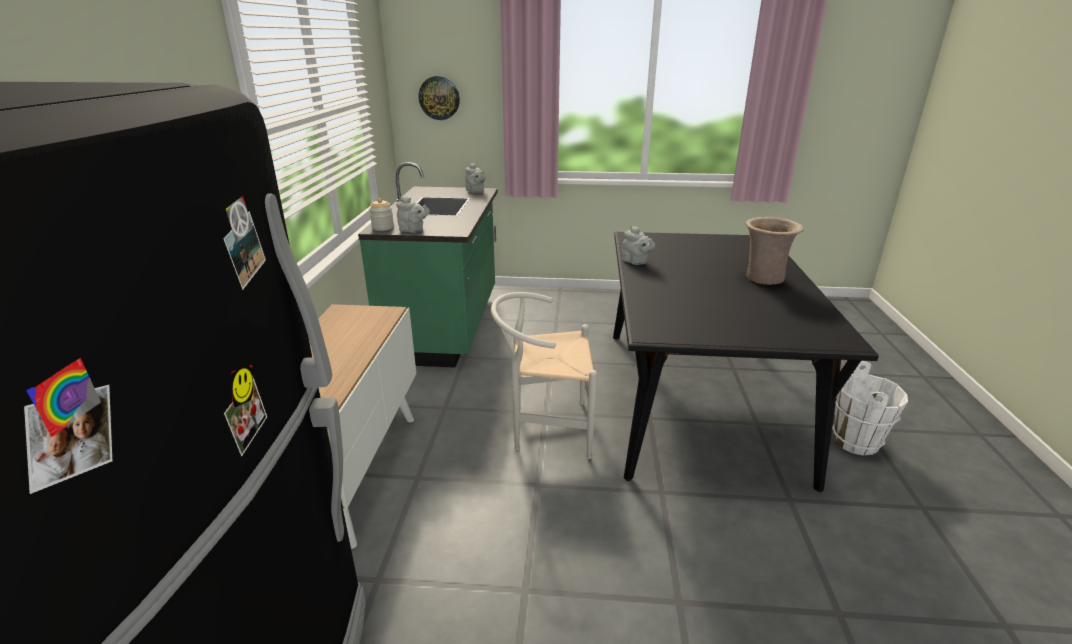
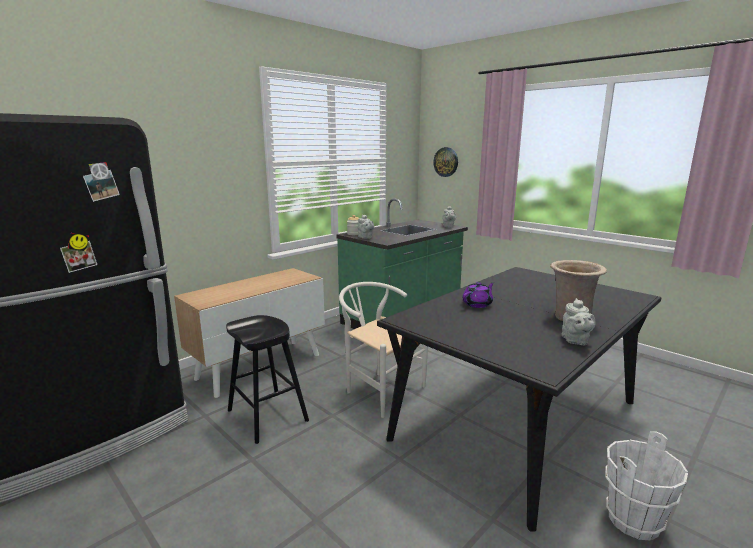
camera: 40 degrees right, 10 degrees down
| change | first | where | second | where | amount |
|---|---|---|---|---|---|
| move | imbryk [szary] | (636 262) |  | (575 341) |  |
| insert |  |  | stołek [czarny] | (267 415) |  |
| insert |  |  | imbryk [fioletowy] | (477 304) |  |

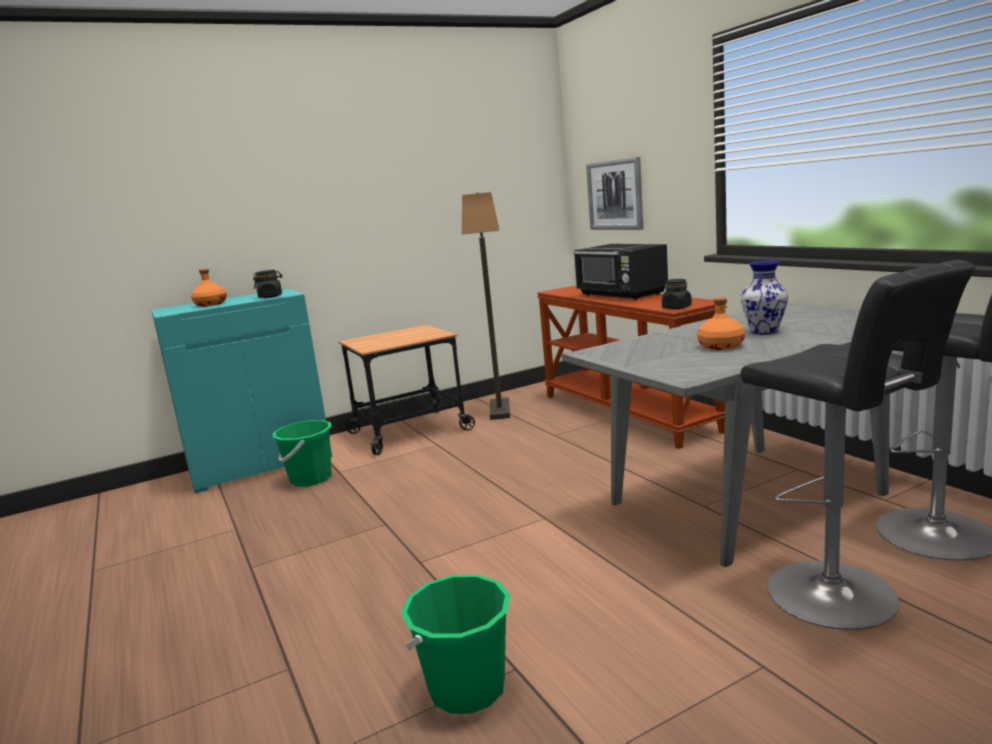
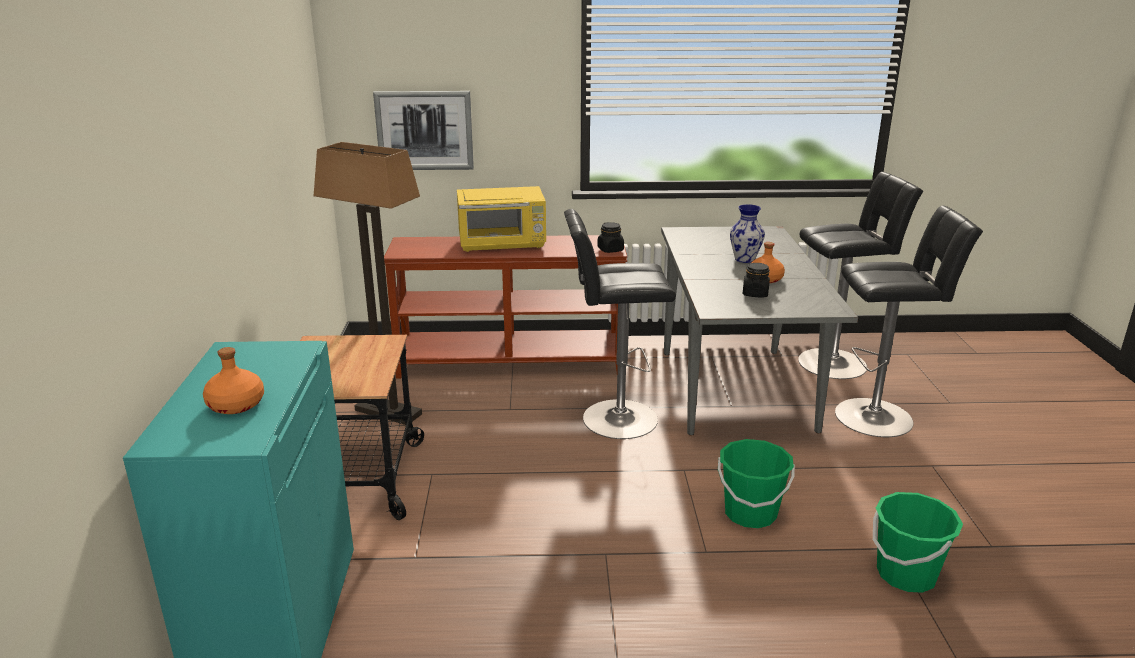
camera: 65 degrees left, 10 degrees up
| change | first | where | second | where | amount |
|---|---|---|---|---|---|
| move | słoik [czarny] | (270 296) |  | (755 293) |  |
| move | wiadro [zielony] | (311 478) |  | (750 513) |  |
| recolor | mikrofalówka [czarny] | (621 295) | mikrofalówka [żółty] | (503 244) |  |
| insert |  |  | stołek [czarny] | (614 419) |  |

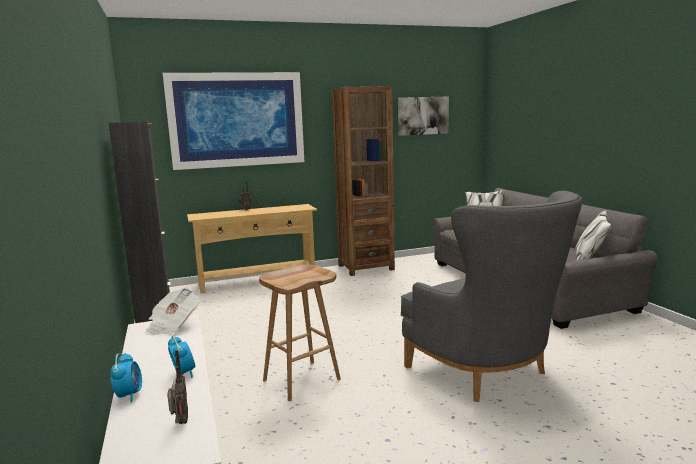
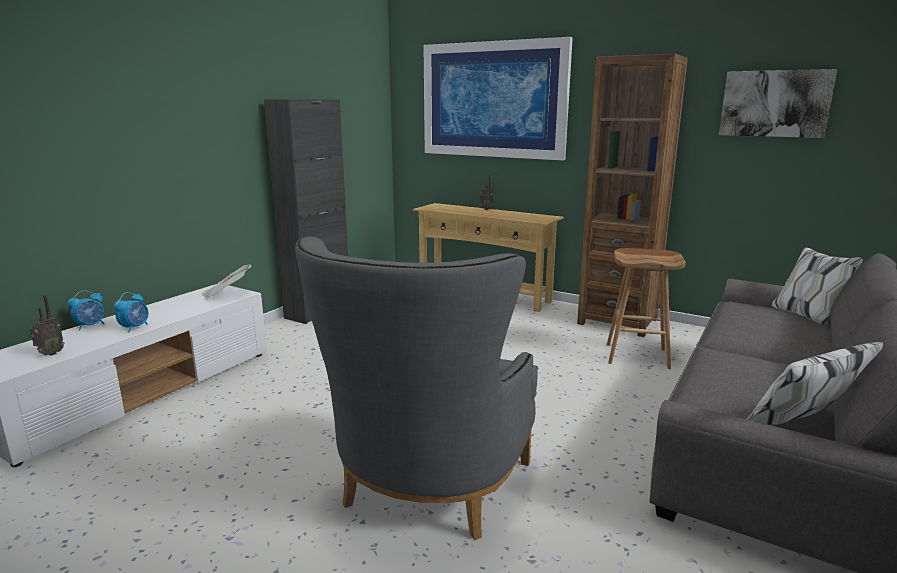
camera: 50 degrees right, 5 degrees up
| change | first | where | second | where | amount |
|---|---|---|---|---|---|
| move | stołek [brązowy] | (302 379) |  | (638 356) |  |

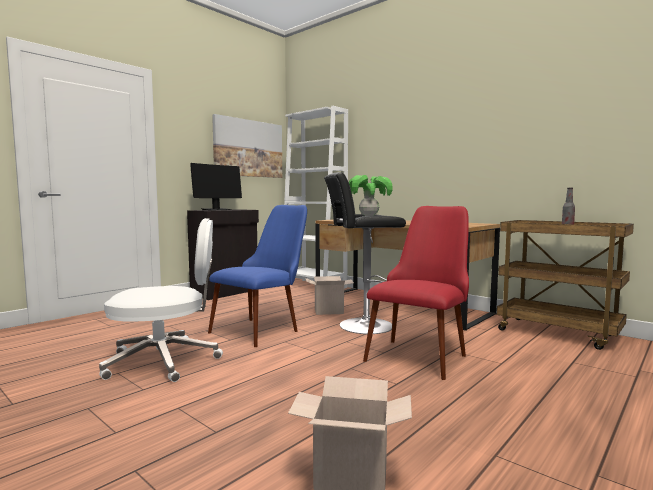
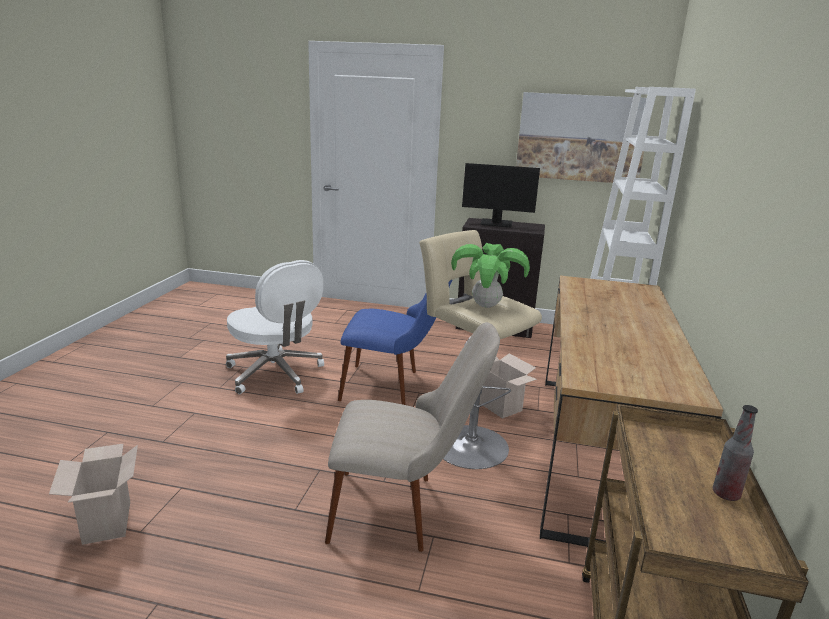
camera: 60 degrees right, 15 degrees up
| change | first | where | second | where | amount |
|---|---|---|---|---|---|
| recolor | stołek [czarny] | (362 326) | stołek [beżowy] | (466 443) |  |
| recolor | krzesło [czerwony] | (421 353) | krzesło [beżowy] | (403 510) |  |

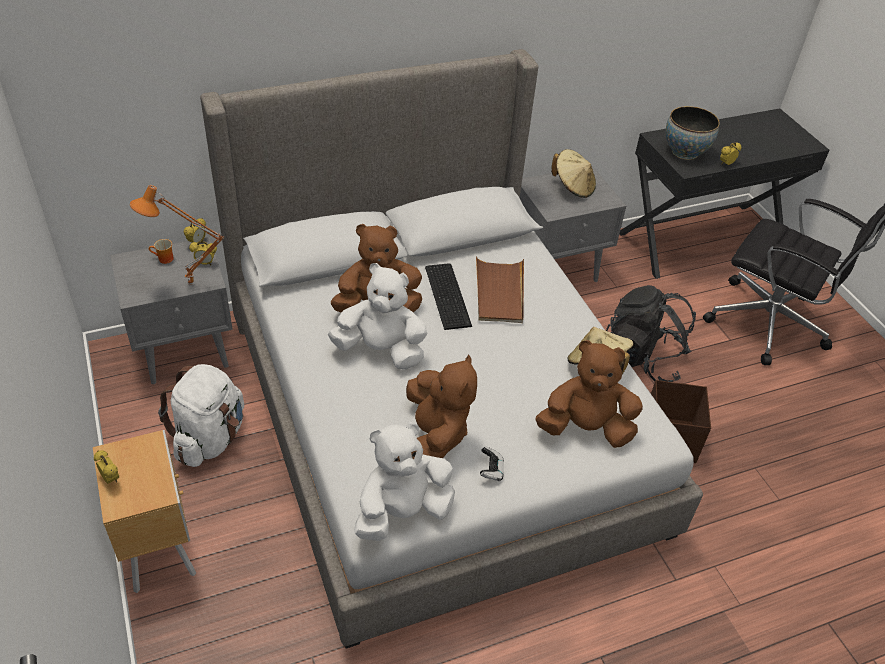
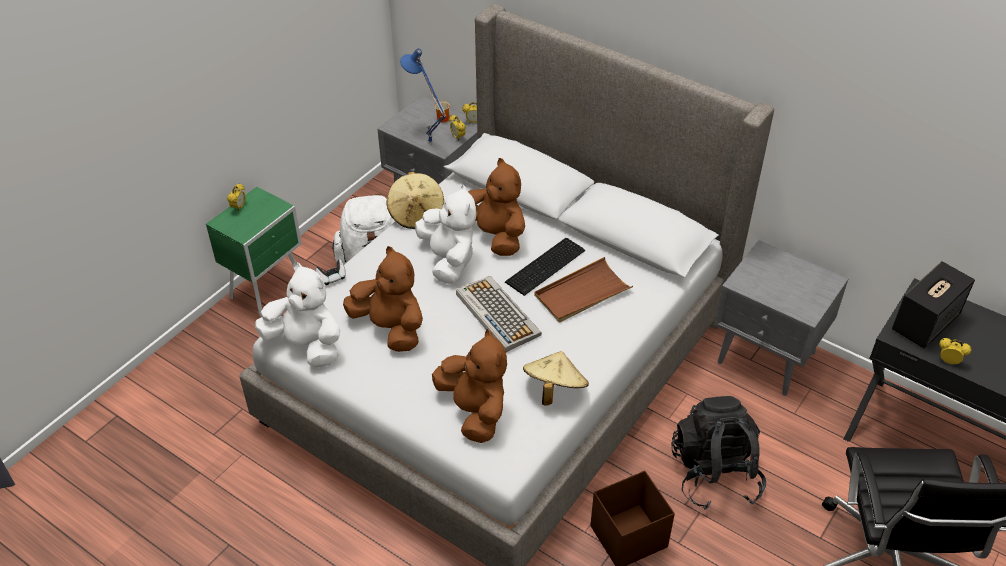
camera: 60 degrees right, 0 degrees up
| change | first | where | second | where | amount |
|---|---|---|---|---|---|
| recolor | szafka nocna [brązowy] | (160 548) | szafka nocna [zielony] | (269 289) |  |
| recolor | lampa stołowa [pomarańczowy] | (190 286) | lampa stołowa [niebieski] | (428 143) |  |
| rotate | pluszak [brązowy] | (435 435) |  | (390 328) | 105 degrees counterclockwise |
| move | pad do gier | (491 470) |  | (332 277) |  |
| move | kapelusz [beżowy] | (573 187) |  | (416 214) |  |
| replace | miska | (685 152) | głośnik | (925 322) |  |
| insert |  |  | klawiatura | (496 314) |  |

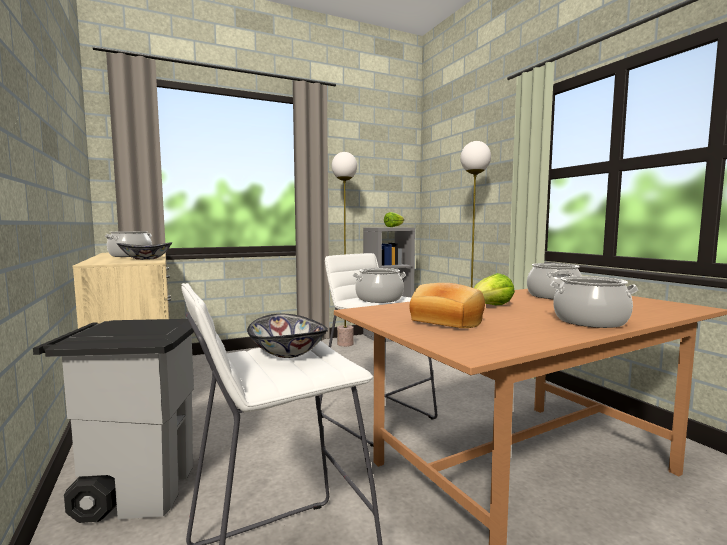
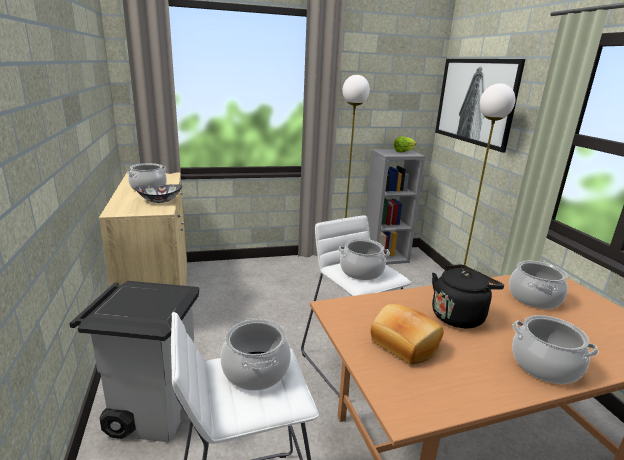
camera: 10 degrees right, 15 degrees up
| change | first | where | second | where | amount |
|---|---|---|---|---|---|
| replace | miska | (287 353) | garnek | (255 371) |  |
| replace | sałata | (491 307) | czajnik [czarny] | (459 316) |  |
| insert |  |  | obraz | (475 101) |  |

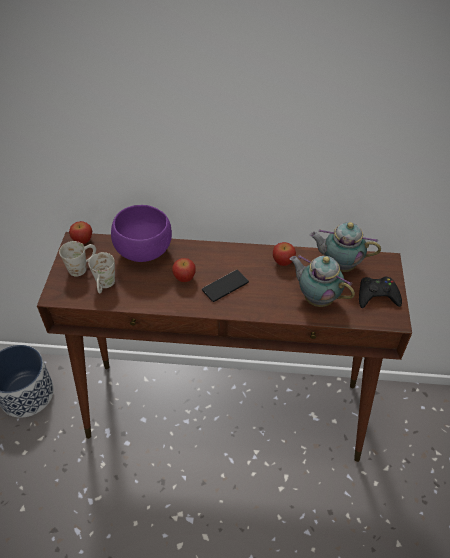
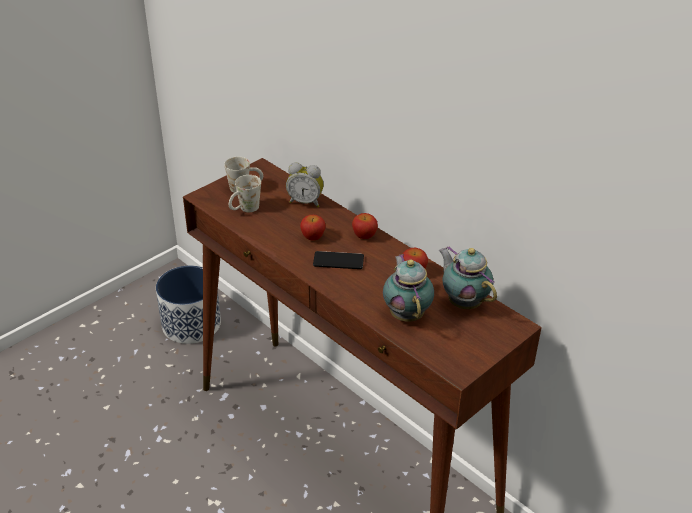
camera: 40 degrees right, 10 degrees down
| change | first | where | second | where | amount |
|---|---|---|---|---|---|
| move | jabłko | (83 240) |  | (364 236) |  |
| replace | miska [fioletowy] | (145 251) | budzik | (305 202) |  |
| delete | pad do gier [czarny] | (377 295) |  |  |  |

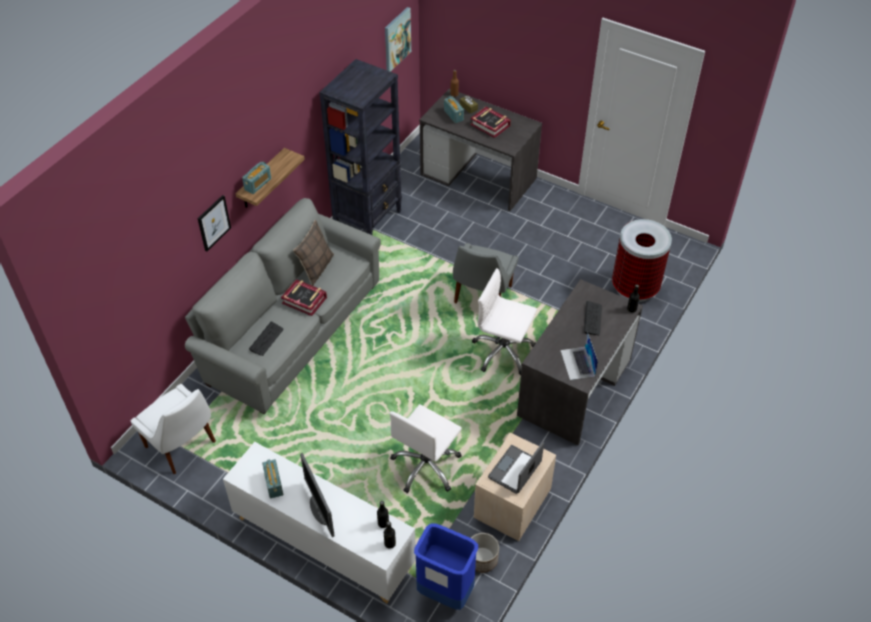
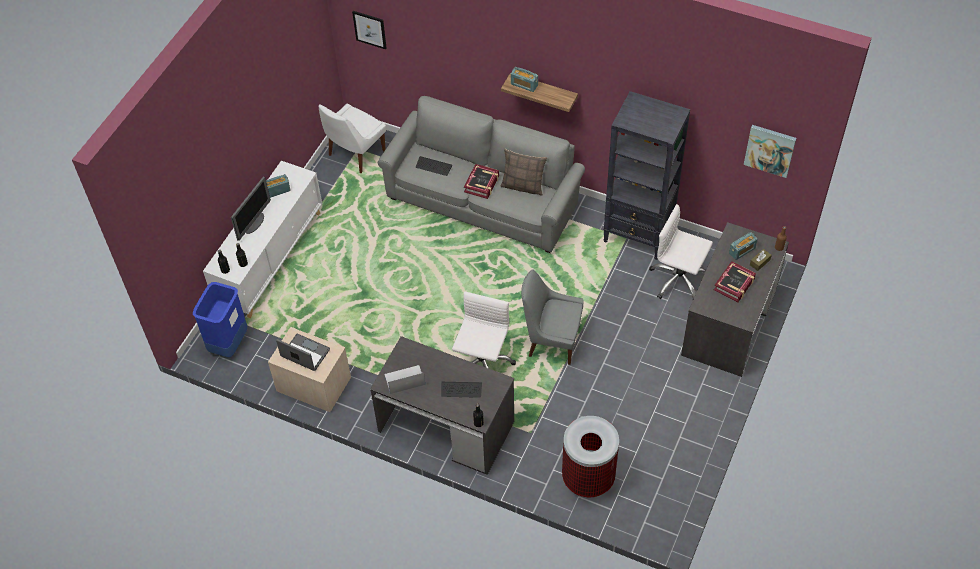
camera: 85 degrees right, 5 degrees up
| change | first | where | second | where | amount |
|---|---|---|---|---|---|
| move | obraz | (213 223) |  | (370 29) |  |
| rotate | monitor | (320 510) |  | (254 223) | 150 degrees clockwise |
| move | krzesło biurowe [biały] | (426 466) |  | (678 280) |  |
| delete | donica | (482 559) |  |  |  |

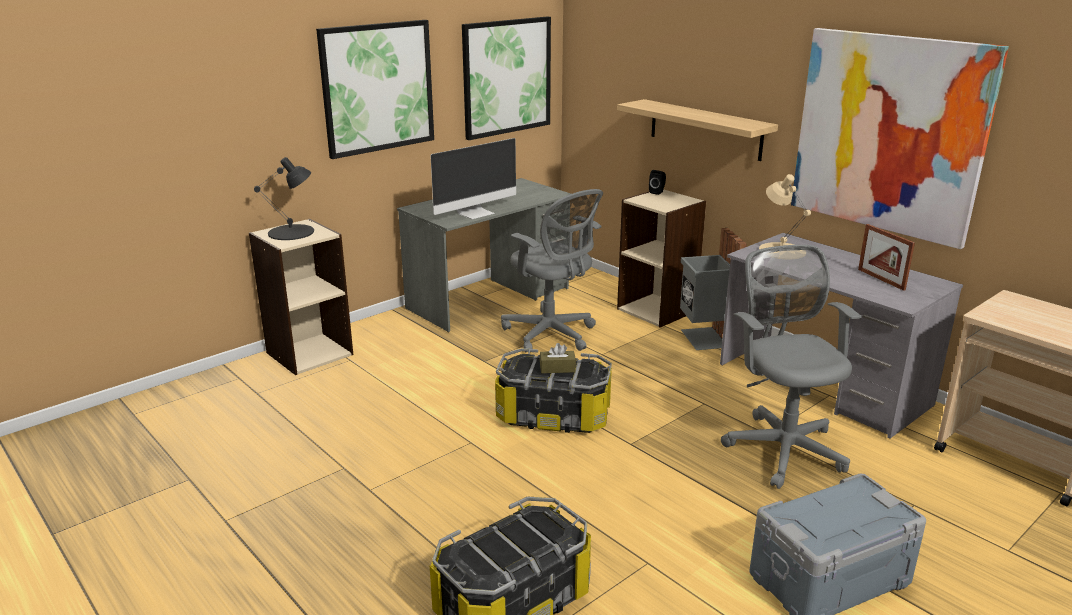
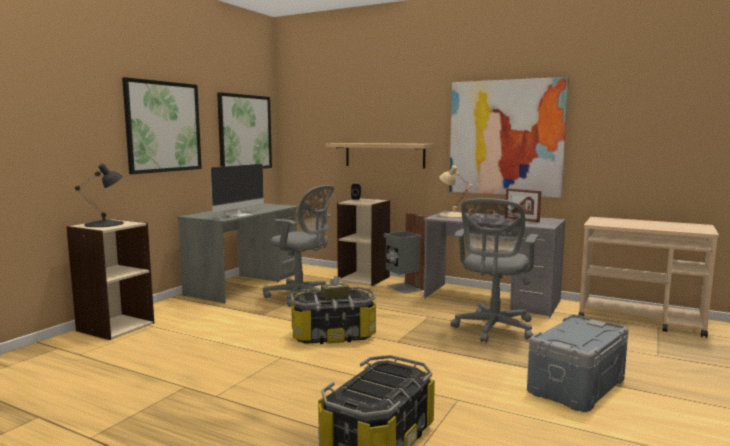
camera: 20 degrees left, 15 degrees down
| change | first | where | second | where | amount |
|---|---|---|---|---|---|
| rotate | krzesło biurowe [szary] | (782 447) |  | (493 329) | 120 degrees counterclockwise |

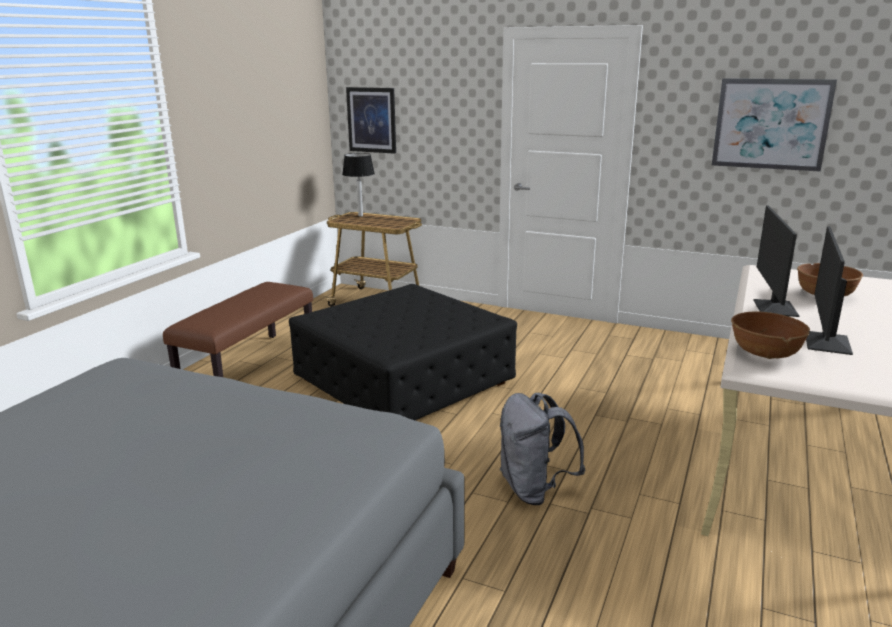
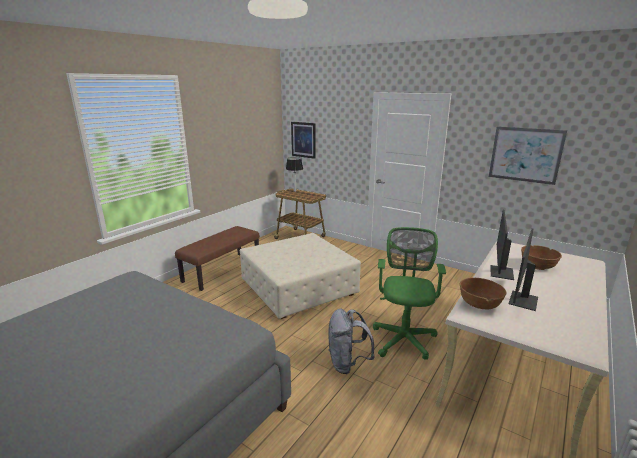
camera: 10 degrees right, 0 degrees up
| change | first | where | second | where | amount |
|---|---|---|---|---|---|
| recolor | pufa [czarny] | (405 381) | pufa [beżowy] | (299 288) |  |
| insert |  |  | krzesło biurowe [zielony] | (404 337) |  |

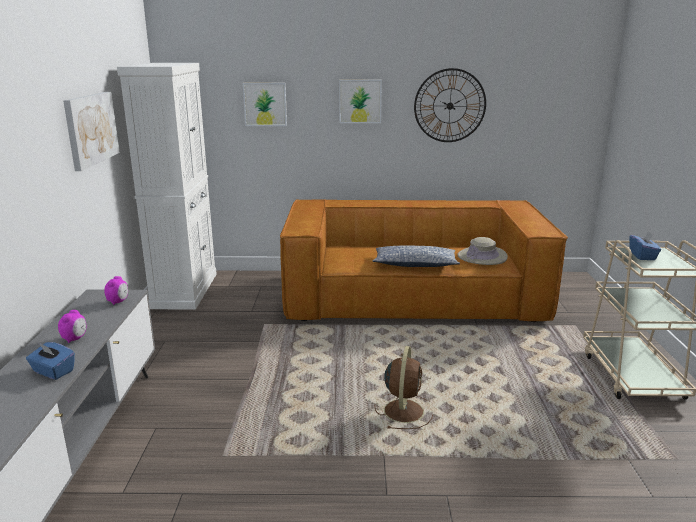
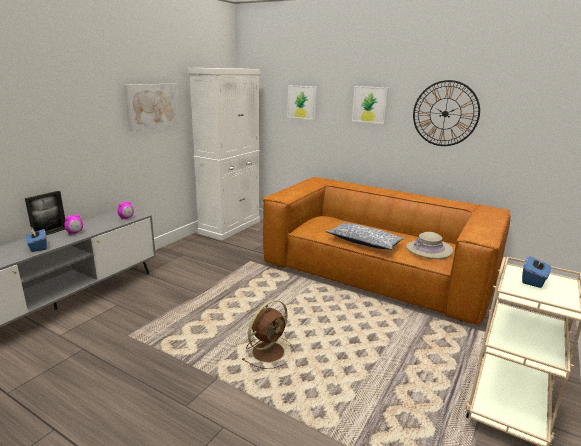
camera: 30 degrees right, 0 degrees up
| change | first | where | second | where | amount |
|---|---|---|---|---|---|
| insert |  |  | ramka na zdjęcie | (50 233) |  |

